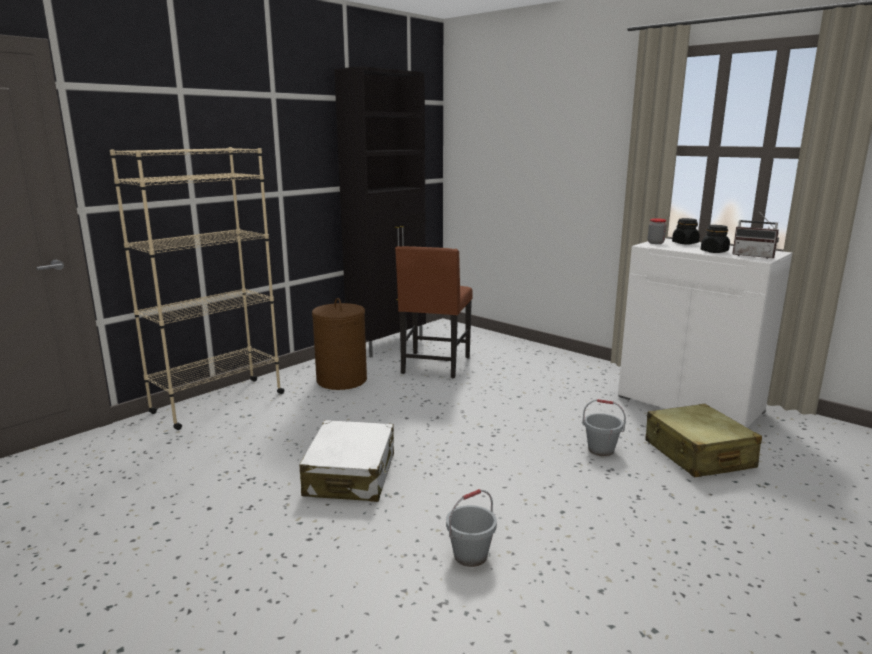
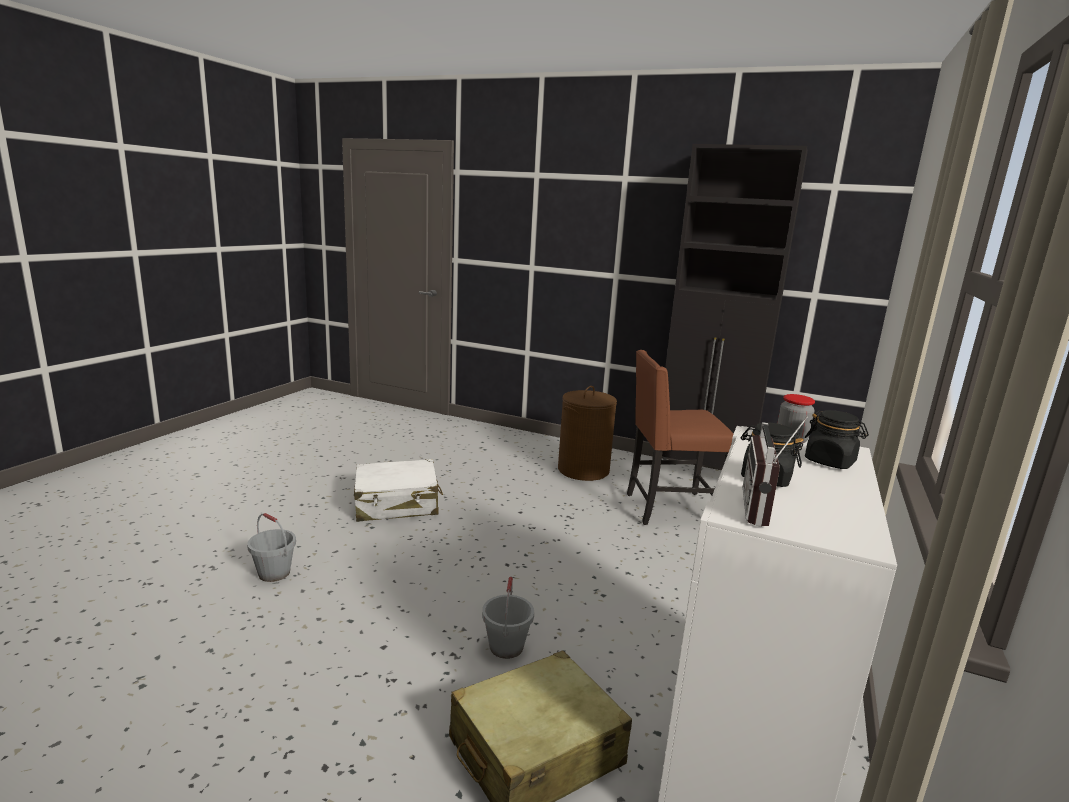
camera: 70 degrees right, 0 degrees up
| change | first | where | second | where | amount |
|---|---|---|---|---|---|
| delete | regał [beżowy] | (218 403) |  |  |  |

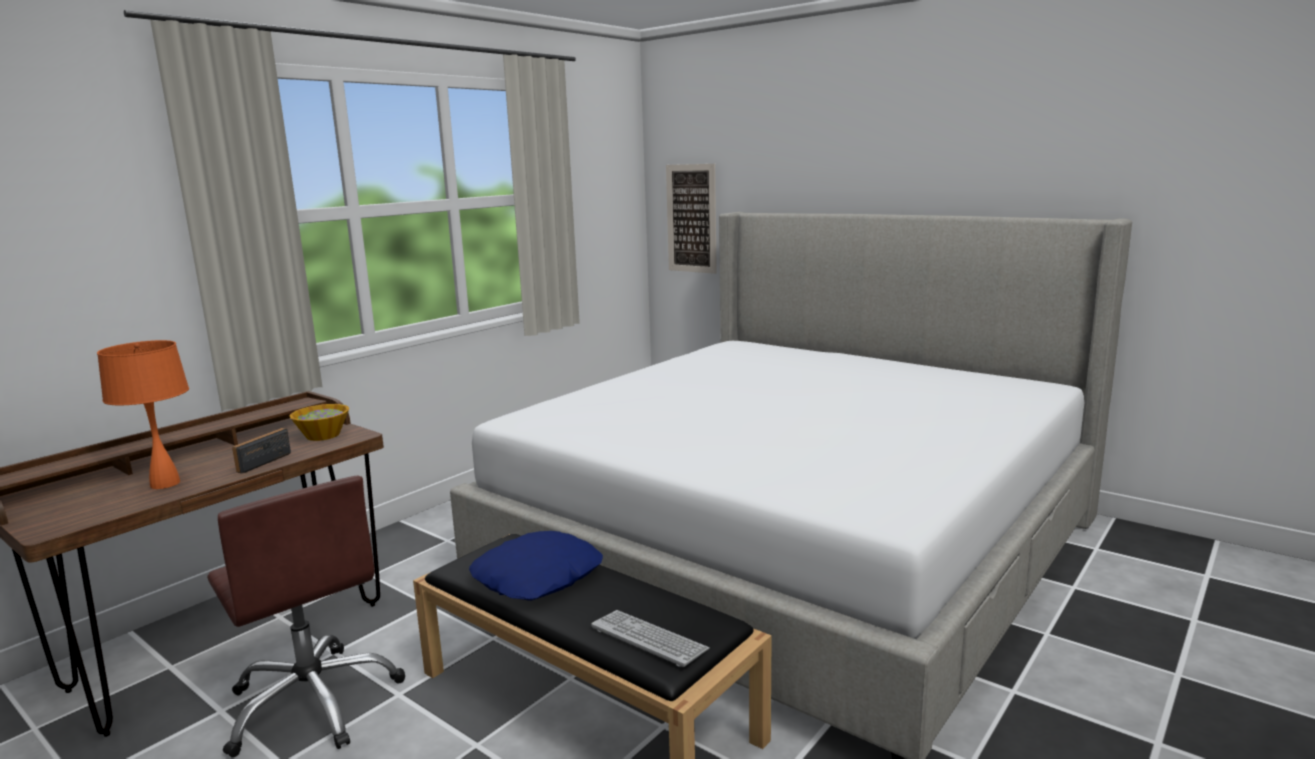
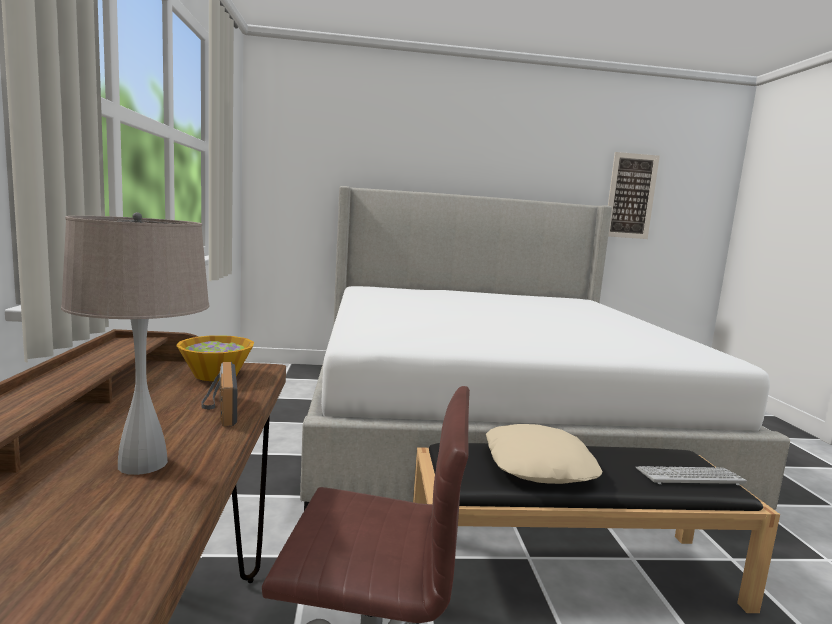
camera: 45 degrees left, 5 degrees down
| change | first | where | second | where | amount |
|---|---|---|---|---|---|
| recolor | lampa stołowa [pomarańczowy] | (165 484) | lampa stołowa [beżowy] | (143 464) |  |
| recolor | poduszka [niebieski] | (538 577) | poduszka [beżowy] | (539 465) |  |
| move | obraz | (691 218) |  | (631 196) |  |

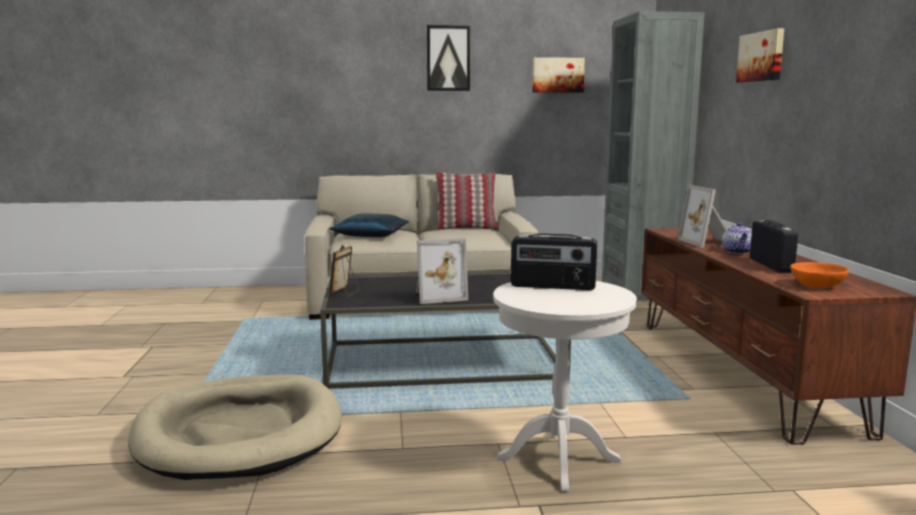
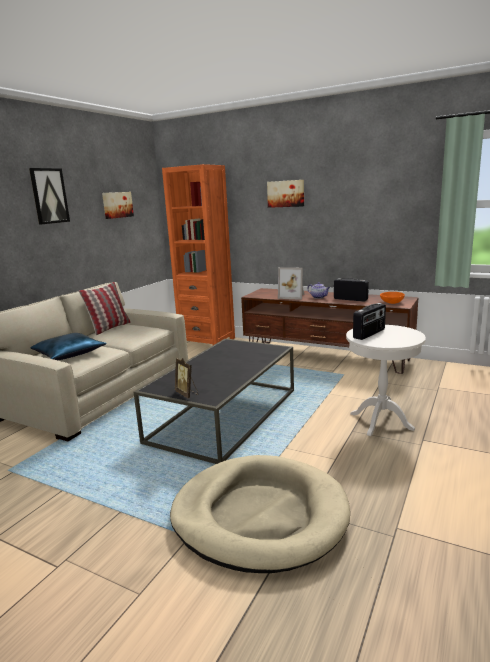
camera: 55 degrees left, 5 degrees up
| change | first | where | second | where | amount |
|---|---|---|---|---|---|
| delete | ramka na zdjęcie | (438 296) |  |  |  |
| recolor | regał [szary] | (641 298) | regał [pomarańczowy] | (207 341) |  |

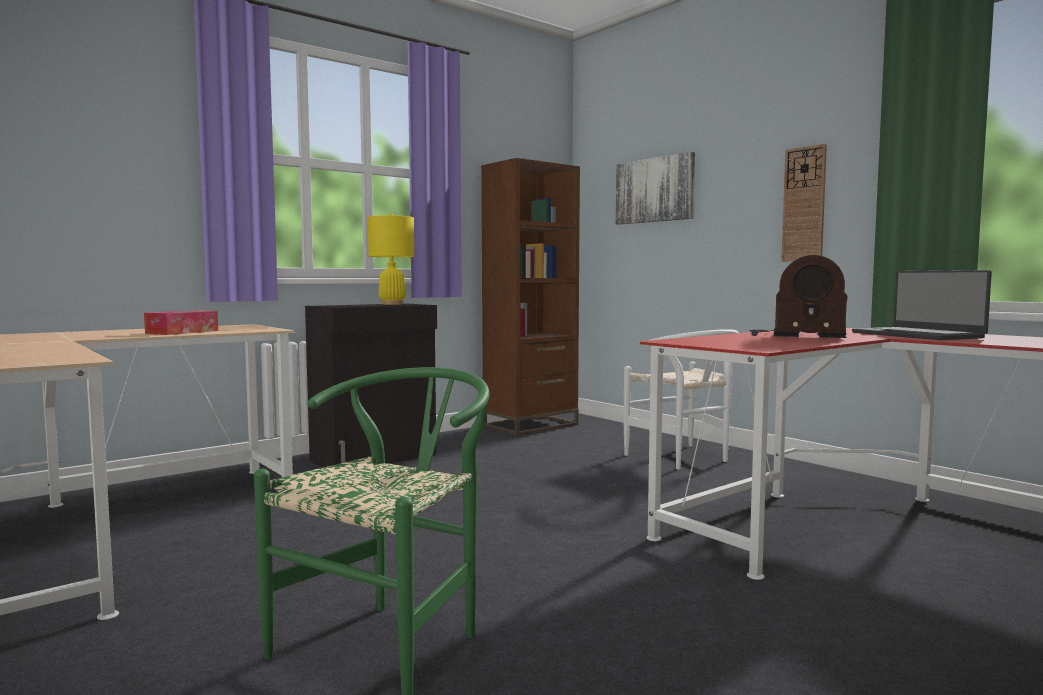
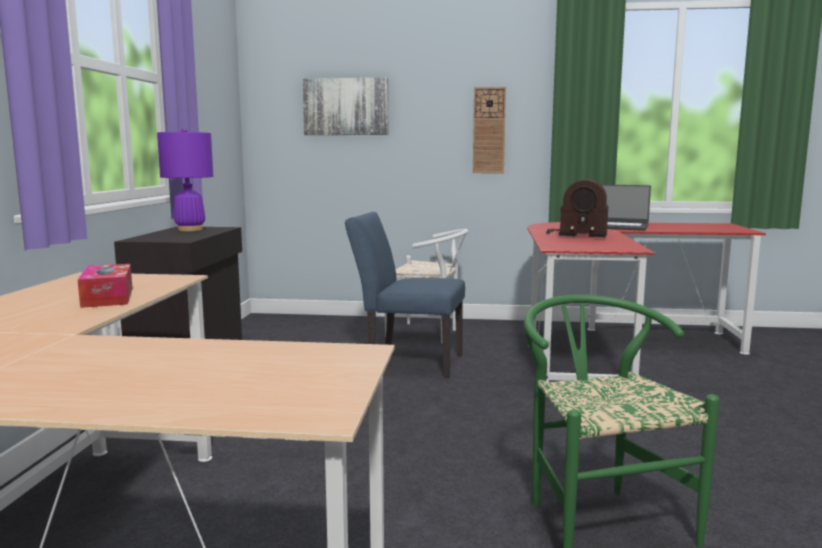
camera: 45 degrees left, 5 degrees up
| change | first | where | second | where | amount |
|---|---|---|---|---|---|
| recolor | lampa stołowa [żółty] | (392 304) | lampa stołowa [fioletowy] | (190 229) |  |
| delete | regał [brązowy] | (530 425) |  |  |  |
| rotate | radio | (795 336) |  | (575 234) | 45 degrees clockwise |
| insert |  |  | krzesło [niebieski] | (407 362) |  |

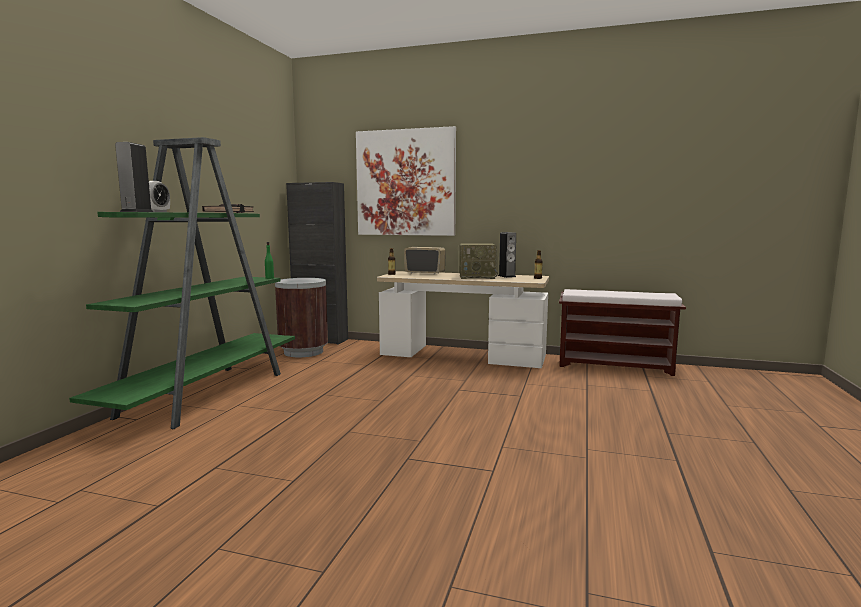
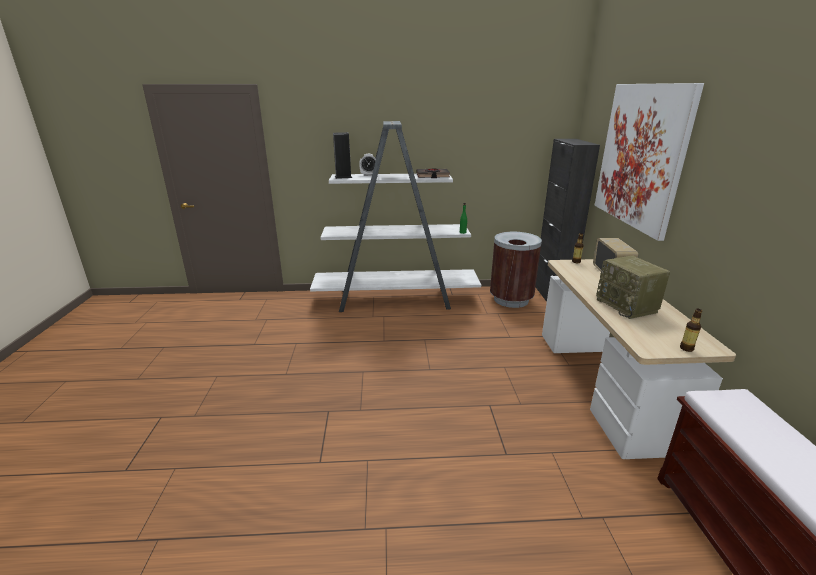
camera: 70 degrees right, 15 degrees up
| change | first | where | second | where | amount |
|---|---|---|---|---|---|
| recolor | regał [zielony] | (207 393) | regał [biały] | (396 299) |  |
| delete | głośnik | (507 276) |  |  |  |

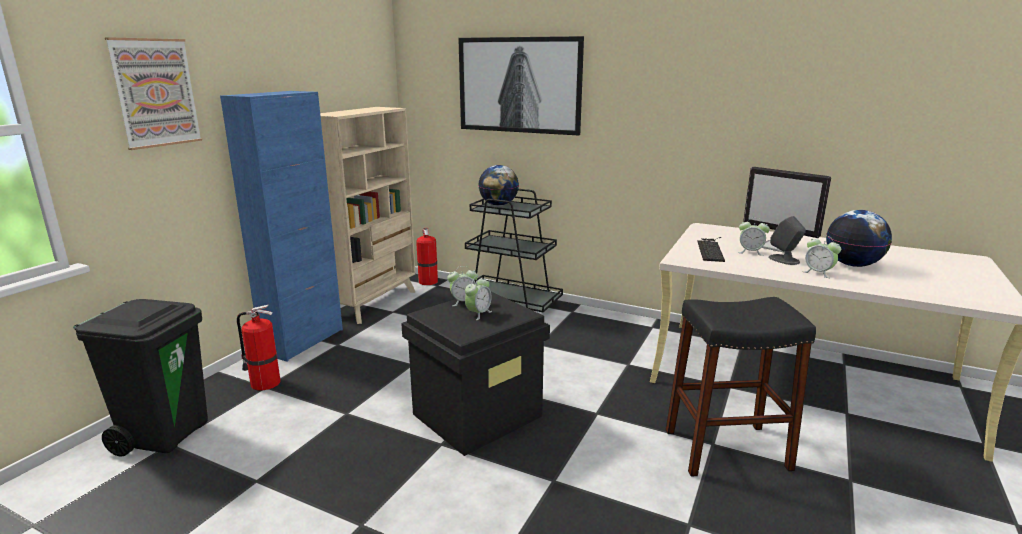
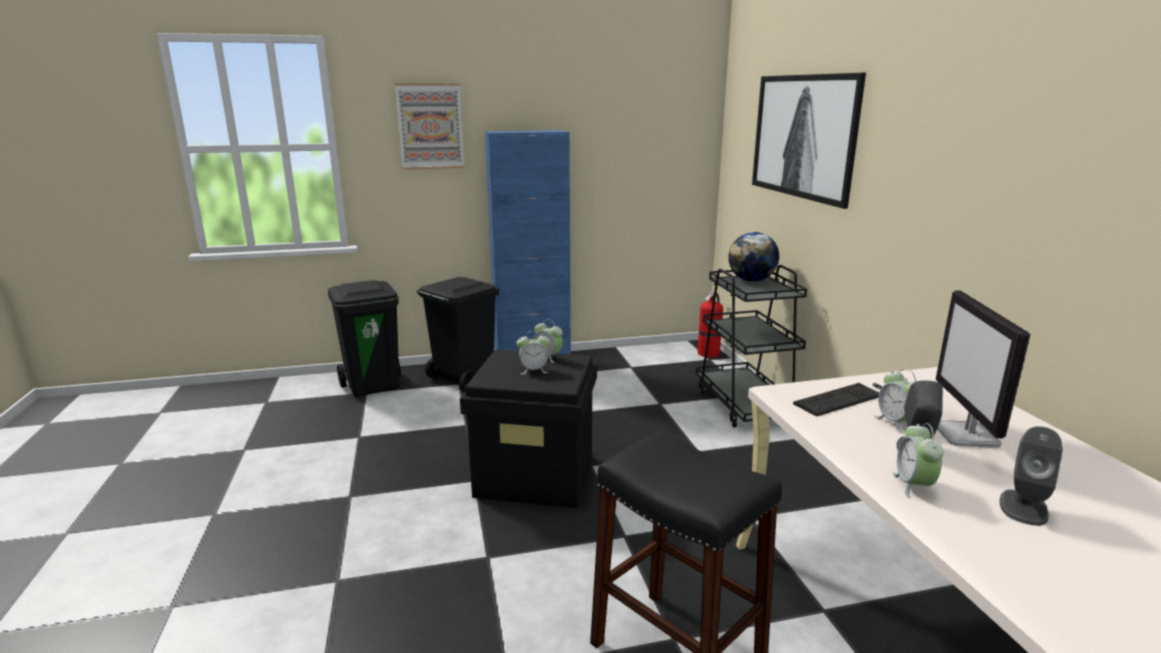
camera: 50 degrees right, 0 degrees up
| change | first | where | second | where | amount |
|---|---|---|---|---|---|
| replace | gaśnica | (264 383) | kosz na śmieci [czarny] | (463 380) |  |
| delete | regał [beżowy] | (375 303) |  |  |  |
| replace | globus | (853 265) | głośnik [szary] | (1023 507) |  |

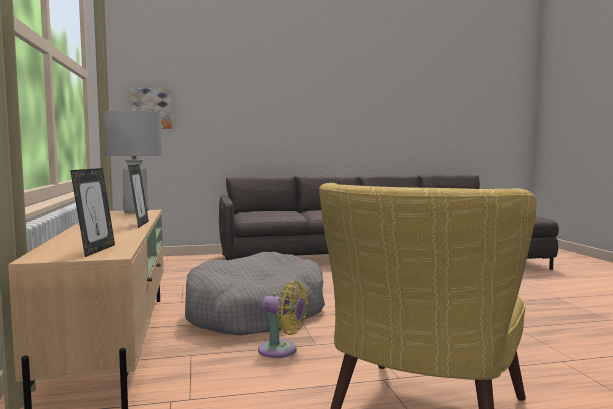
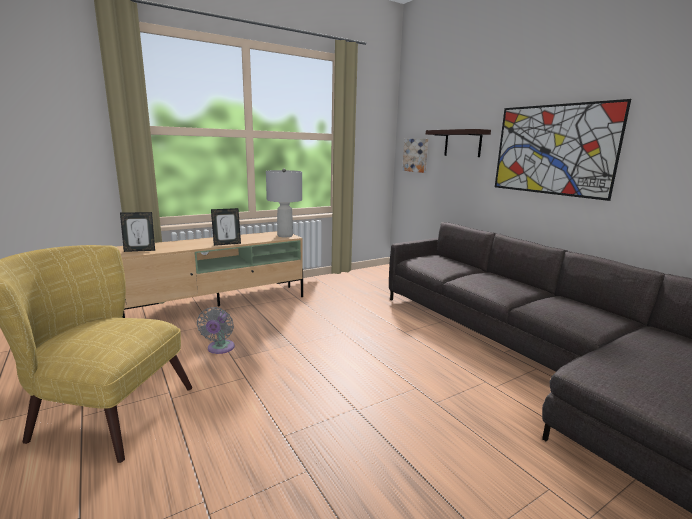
camera: 70 degrees right, 10 degrees up
| change | first | where | second | where | amount |
|---|---|---|---|---|---|
| delete | legowisko [szary] | (255 313) |  |  |  |
| recolor | wentylator [żółty] | (281 350) | wentylator [szary] | (220 349) |  |
| insert |  |  | półka | (462 143) |  |
| insert |  |  | obraz | (552 150) |  |

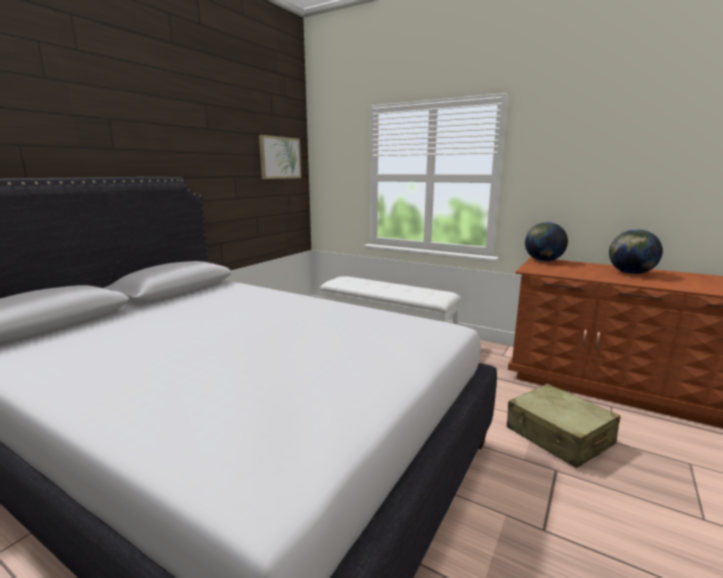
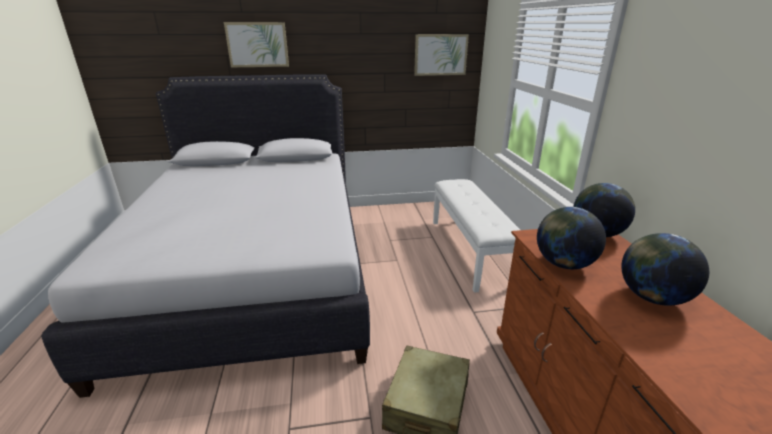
camera: 50 degrees right, 10 degrees up
| change | first | where | second | where | amount |
|---|---|---|---|---|---|
| insert |  |  | obraz | (257 45) |  |
| insert |  |  | globus | (563 264) |  |

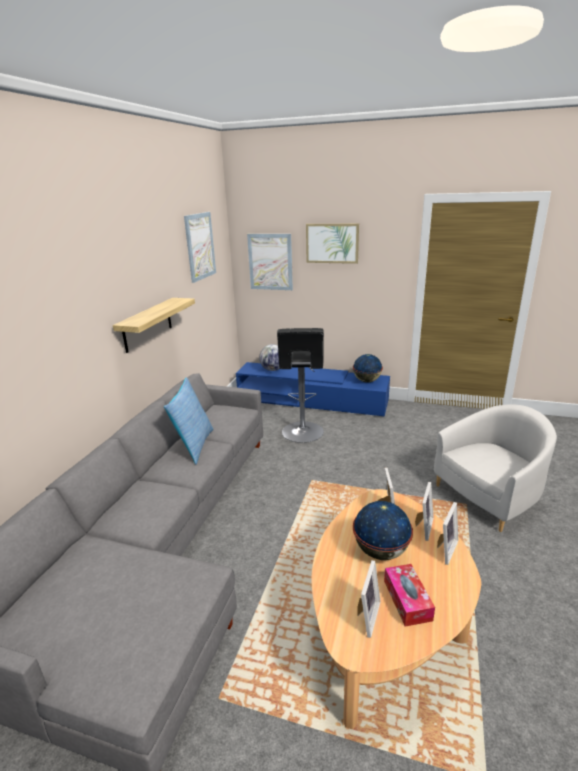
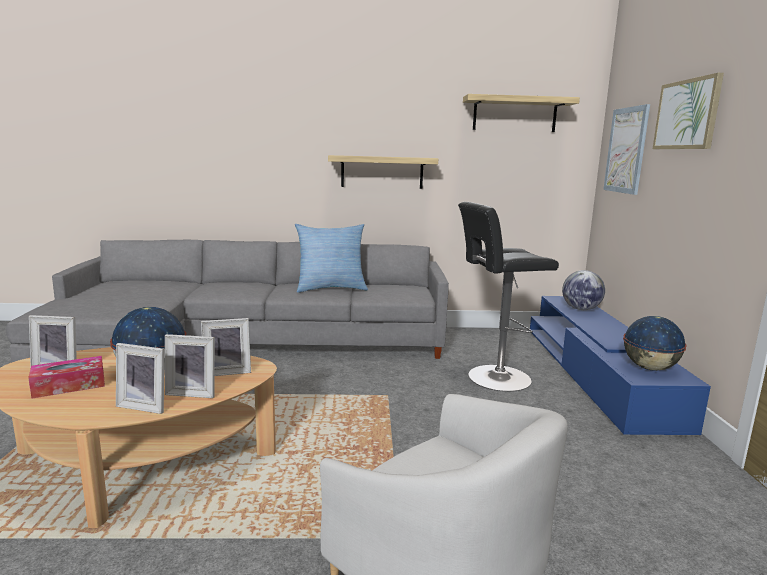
camera: 70 degrees right, 10 degrees down
| change | first | where | second | where | amount |
|---|---|---|---|---|---|
| replace | obraz | (200 246) | półka | (514 114) |  |

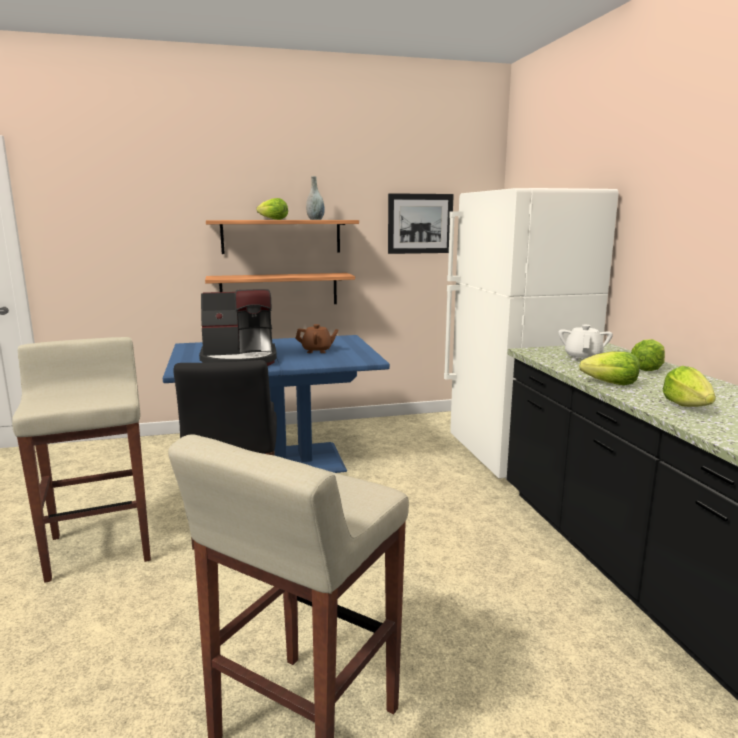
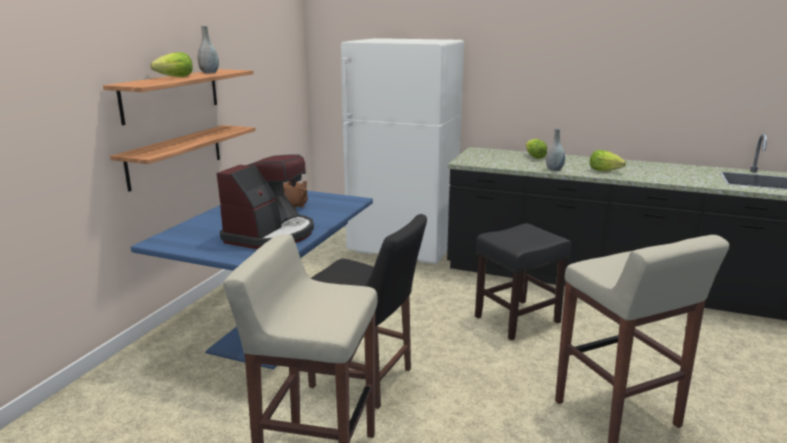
camera: 55 degrees left, 5 degrees up
| change | first | where | second | where | amount |
|---|---|---|---|---|---|
| delete | obraz | (420 223) |  |  |  |
| delete | imbryk [biały] | (583 358) |  |  |  |
| replace | sałata | (611 384) | wazon [szary] | (554 169) |  |
| insert |  |  | stołek [czarny] | (516 320) |  |

